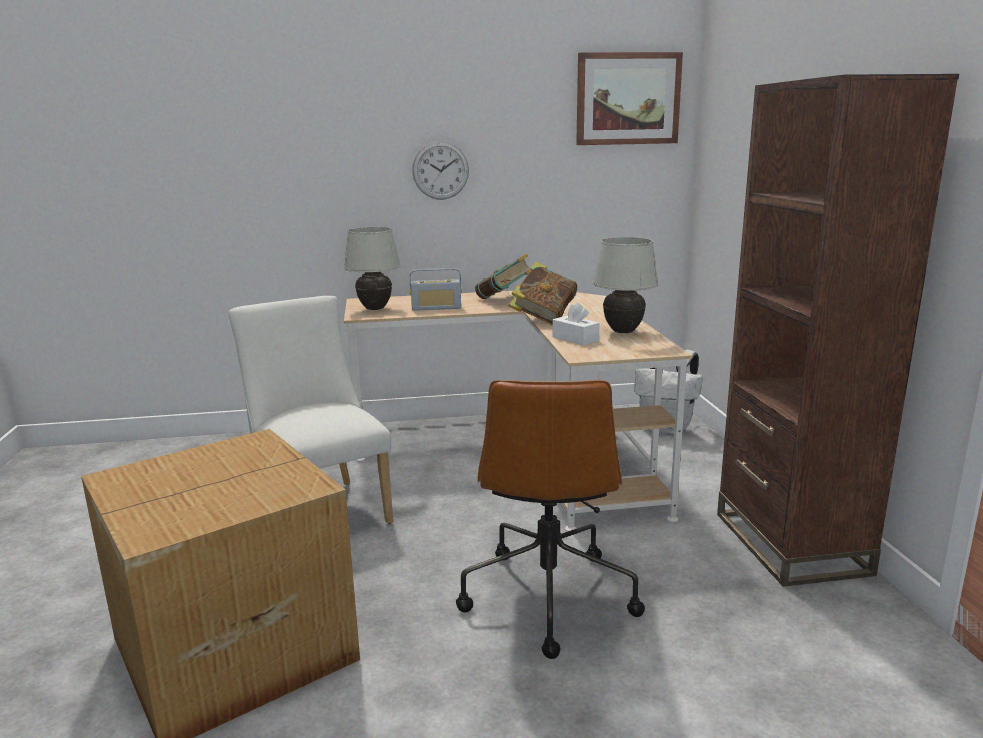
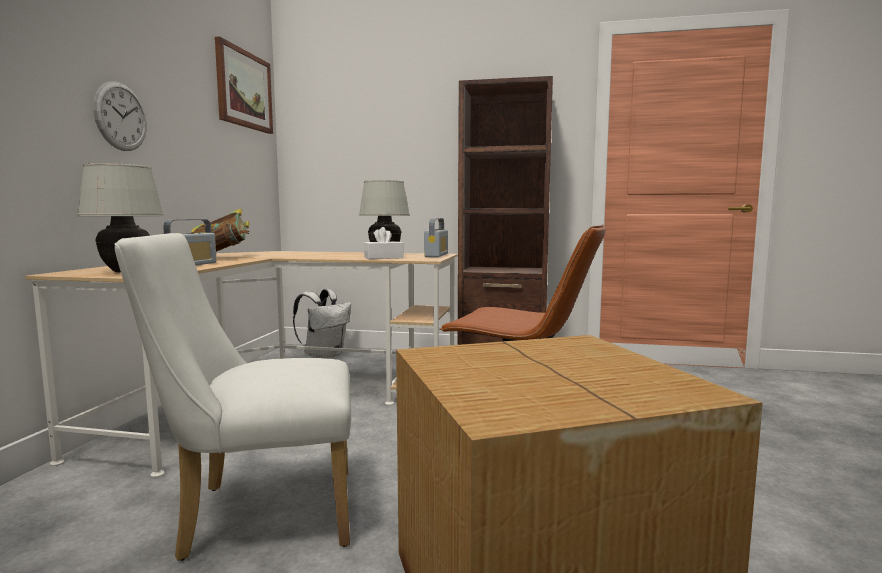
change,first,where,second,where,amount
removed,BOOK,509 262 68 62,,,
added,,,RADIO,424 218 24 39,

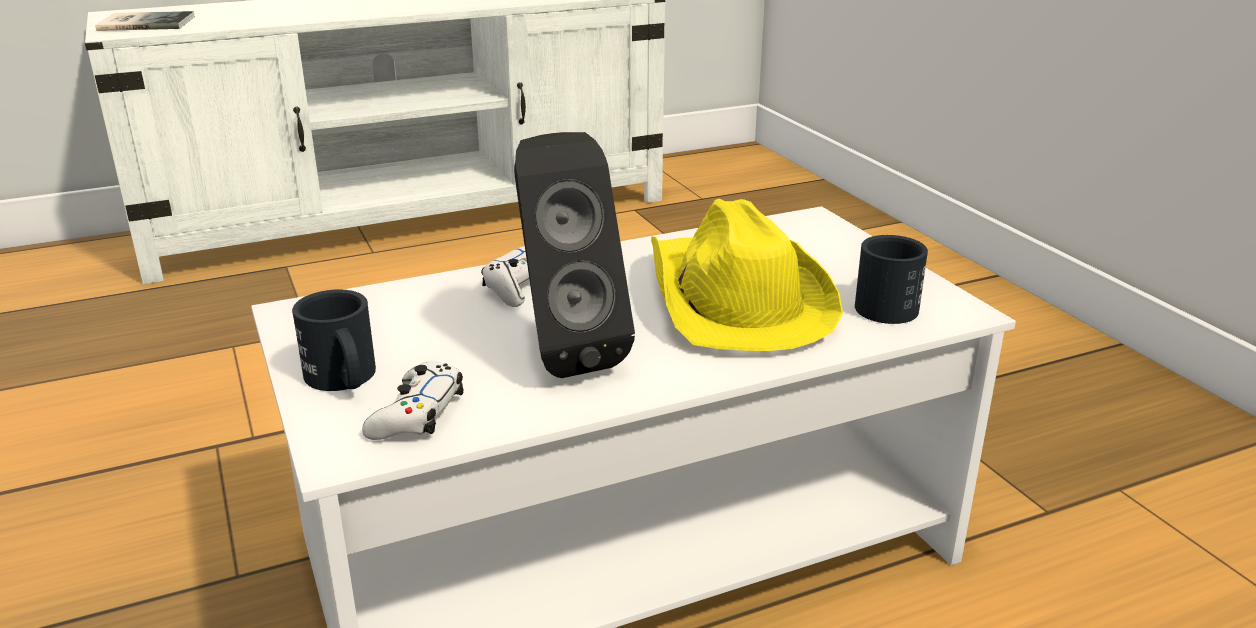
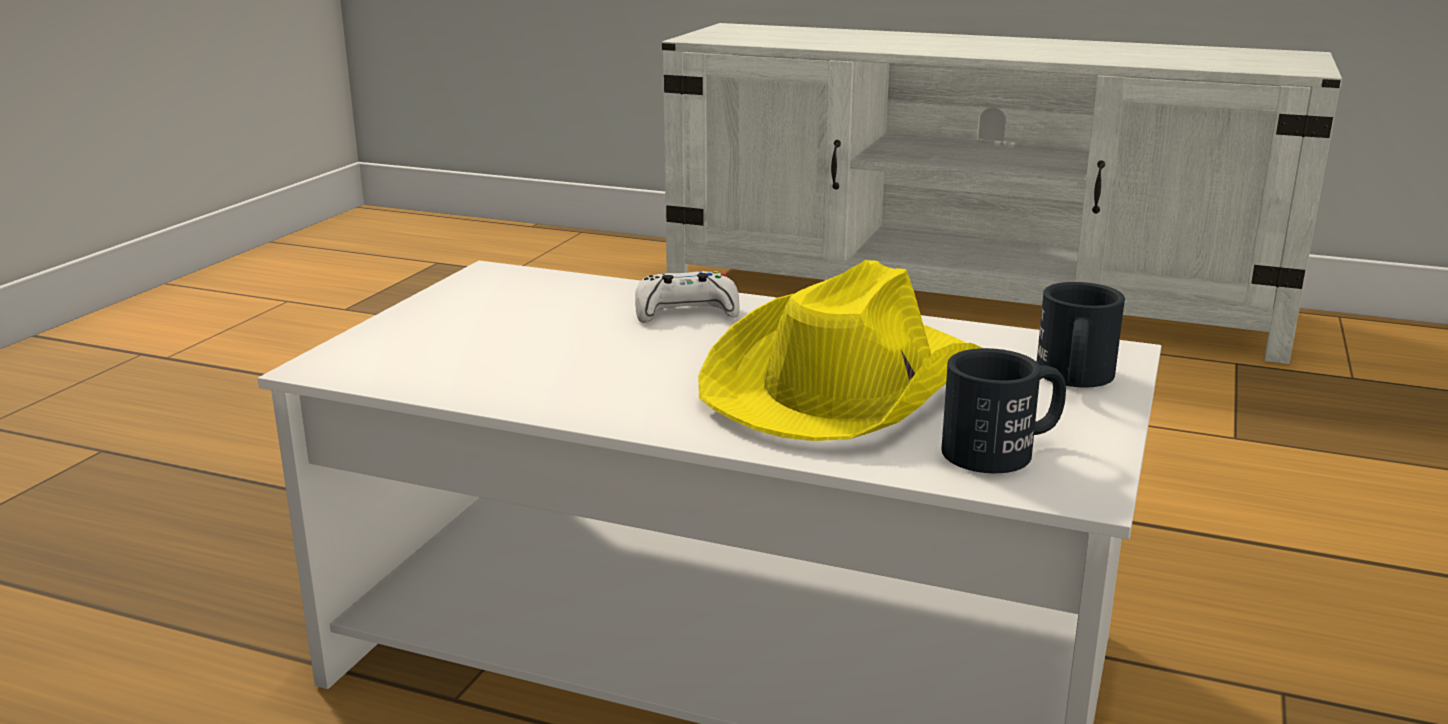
change,first,where,second,where,amount
removed,BOOK,95 11 100 20,,,
removed,BLACK SPEAKER,514 132 121 246,,,
moved,BLACK MUG,292 289 84 102,,1037 282 88 105,
removed,WHITE GAME CONTROLLER,362 361 102 79,,,

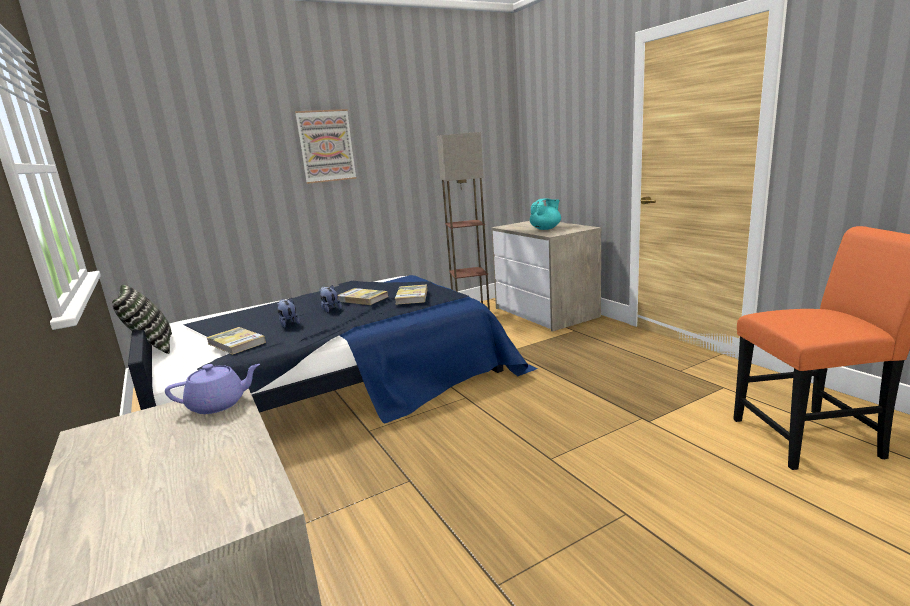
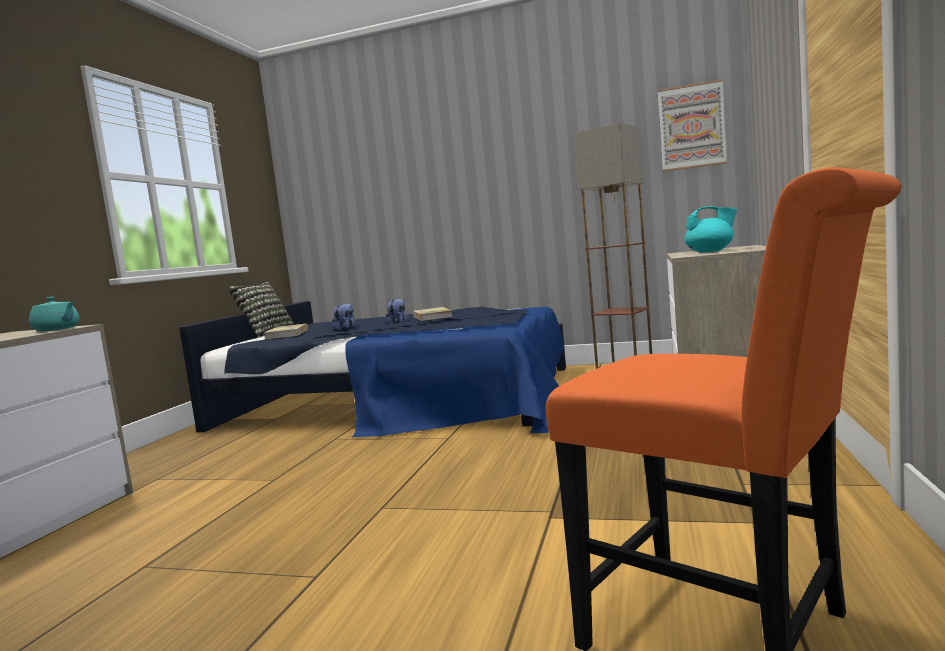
change,first,where,second,where,amount
moved,PICTURE,295 109 62 75,,658 79 69 93,
removed,BOOK,395 284 32 21,,,
recoloured,PURPLE TEAPOT,165 364 95 50,TURQUOISE TEAPOT,29 297 51 34,

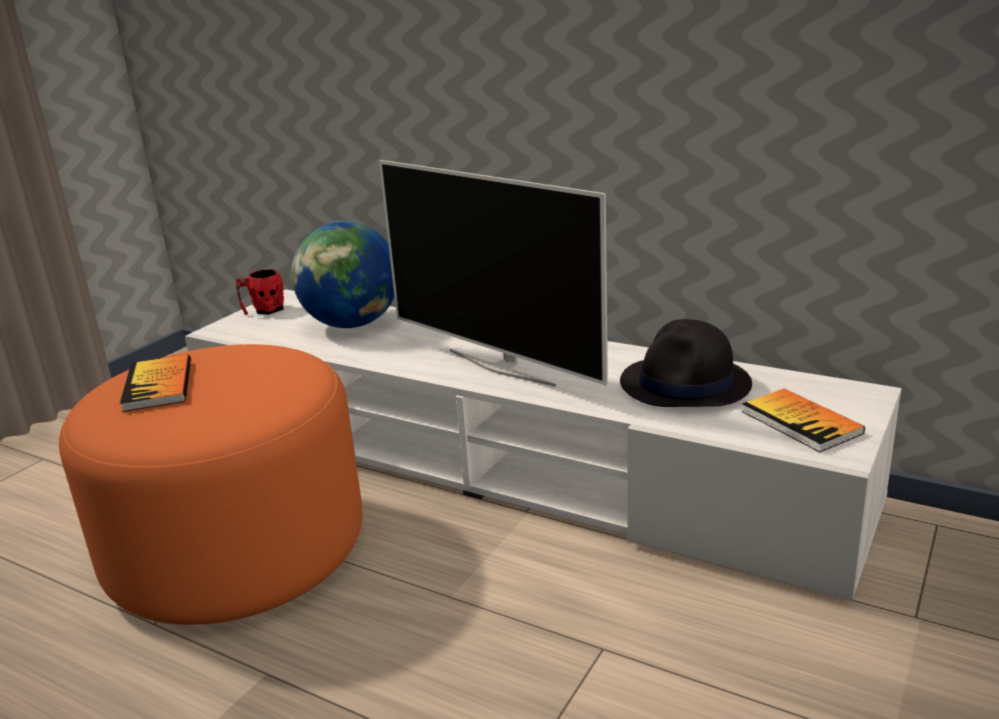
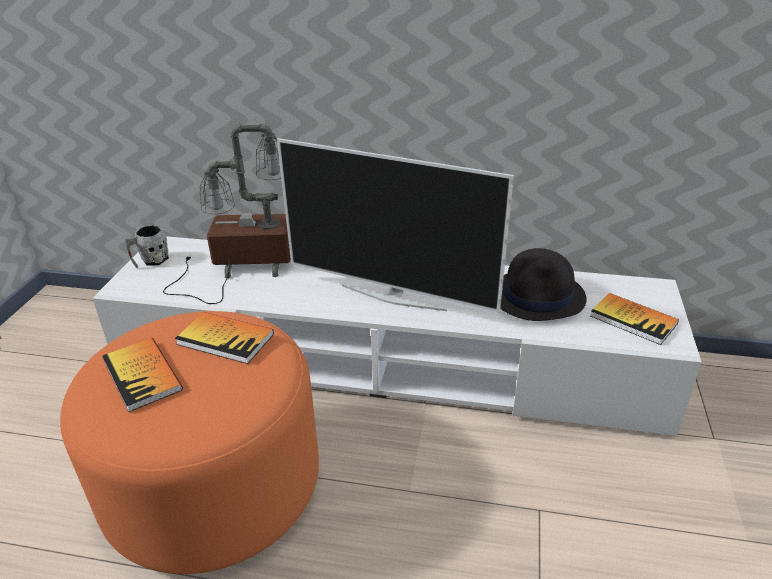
change,first,where,second,where,amount
replaced,GLOBE,291 221 104 107,TABLE LAMP,163 124 128 180,
recoloured,RED MUG,235 269 49 46,GREY MUG,125 225 44 43,
added,,,BOOK,175 312 99 52,

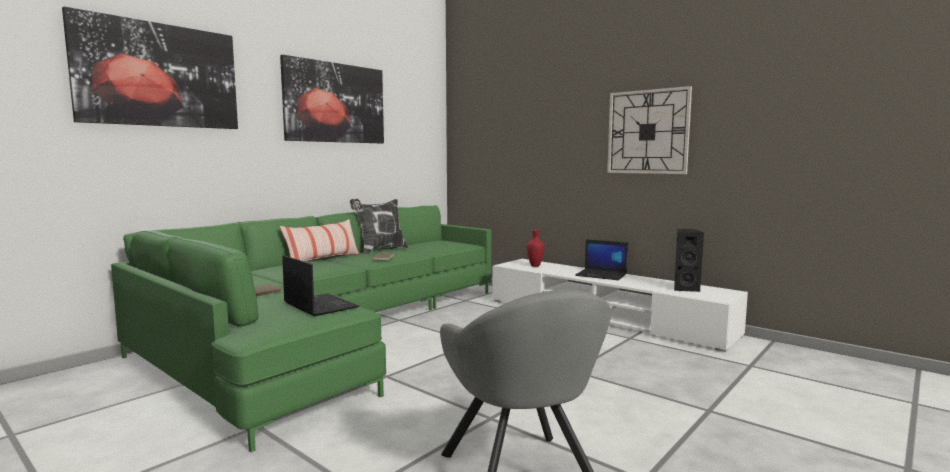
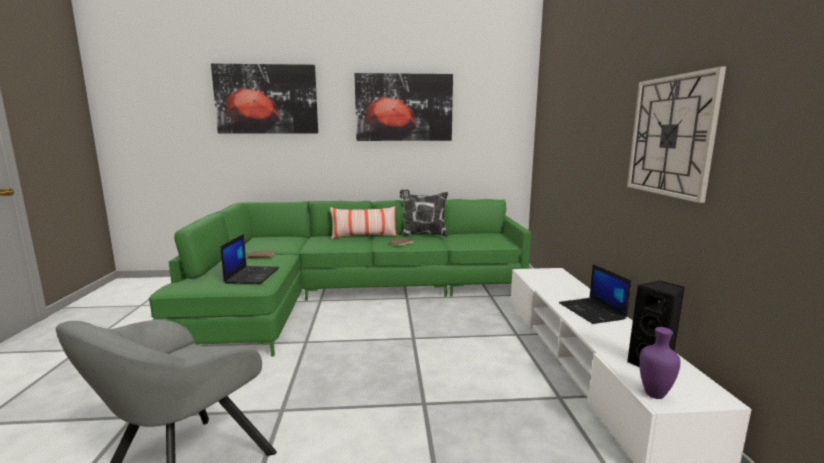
change,first,where,second,where,amount
removed,RED VASE,527 230 18 37,,,
added,,,PURPLE VASE,639 327 42 72,

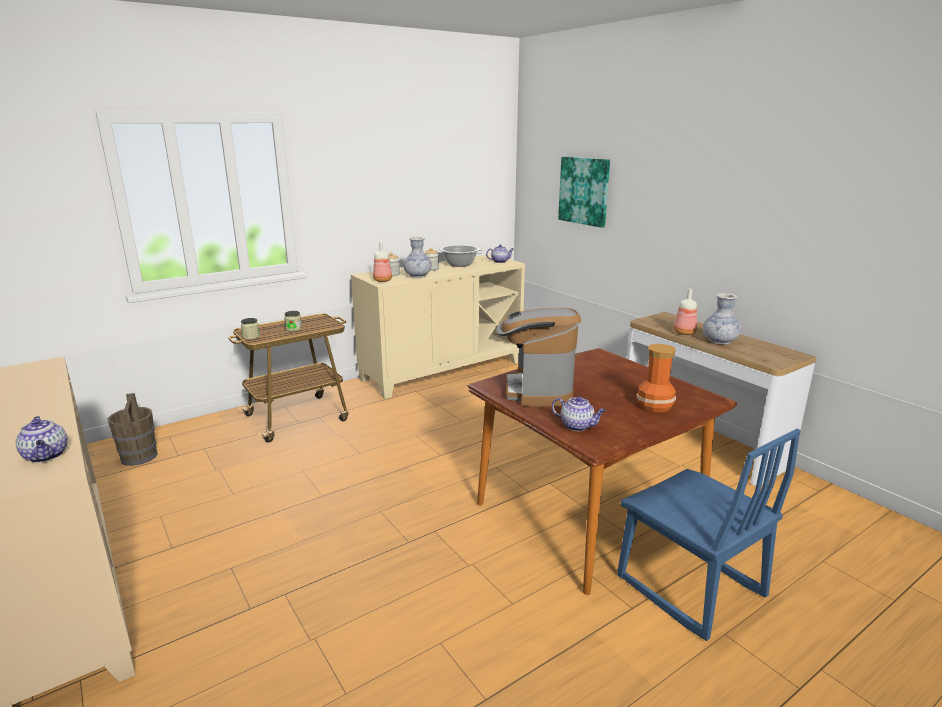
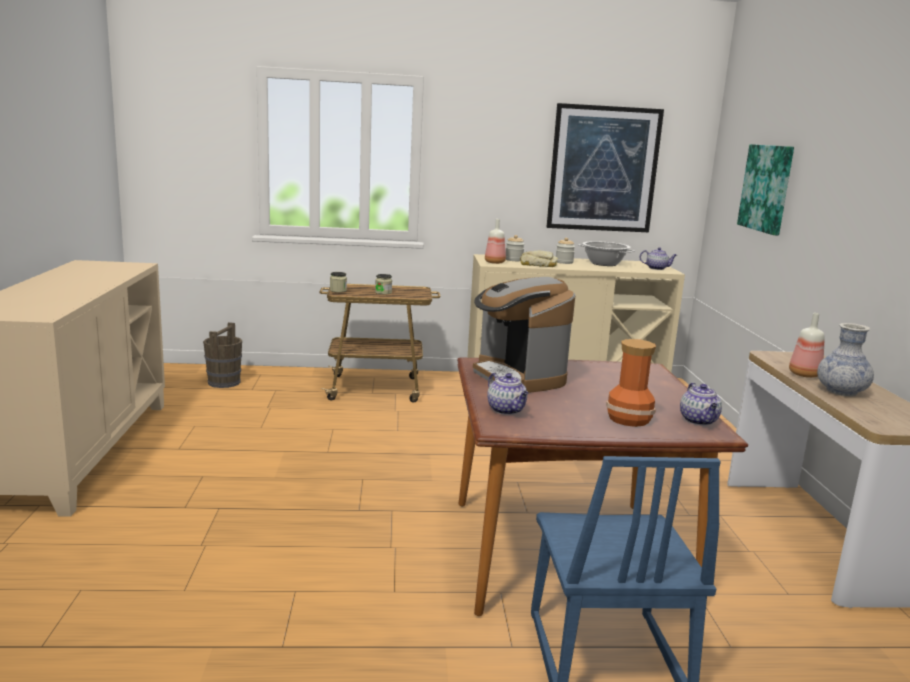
change,first,where,second,where,amount
replaced,VASE,404 237 28 41,BREAD,520 251 38 16,
turned,COFFEE MACHINE,496 308 85 99,,473 277 102 116,60 degrees counterclockwise
moved,TEAPOT,16 416 52 47,,680 383 42 42,
added,,,PICTURE,547 103 117 129,

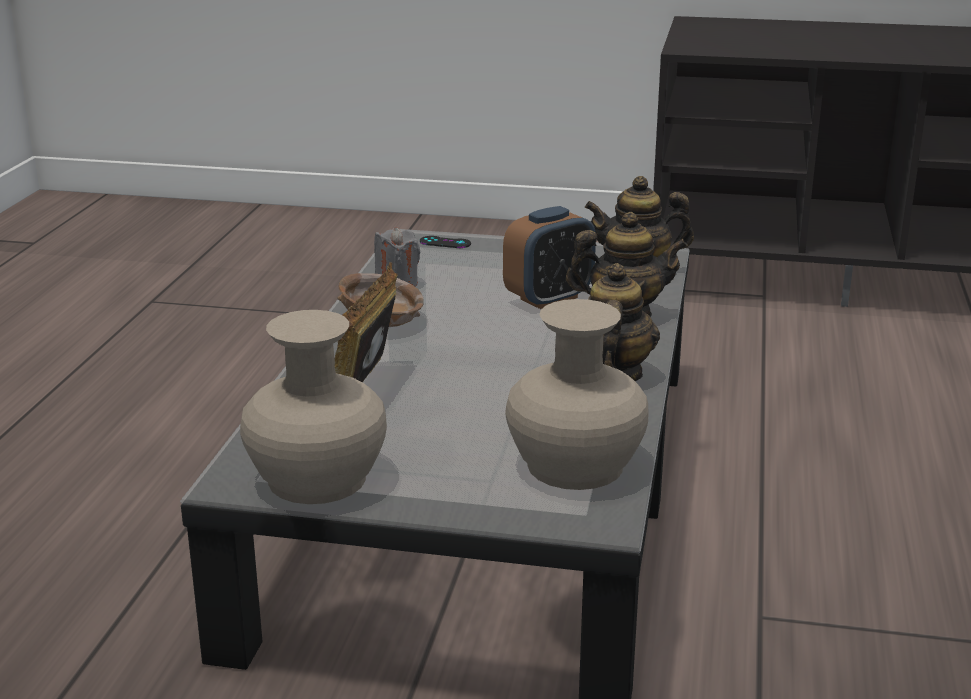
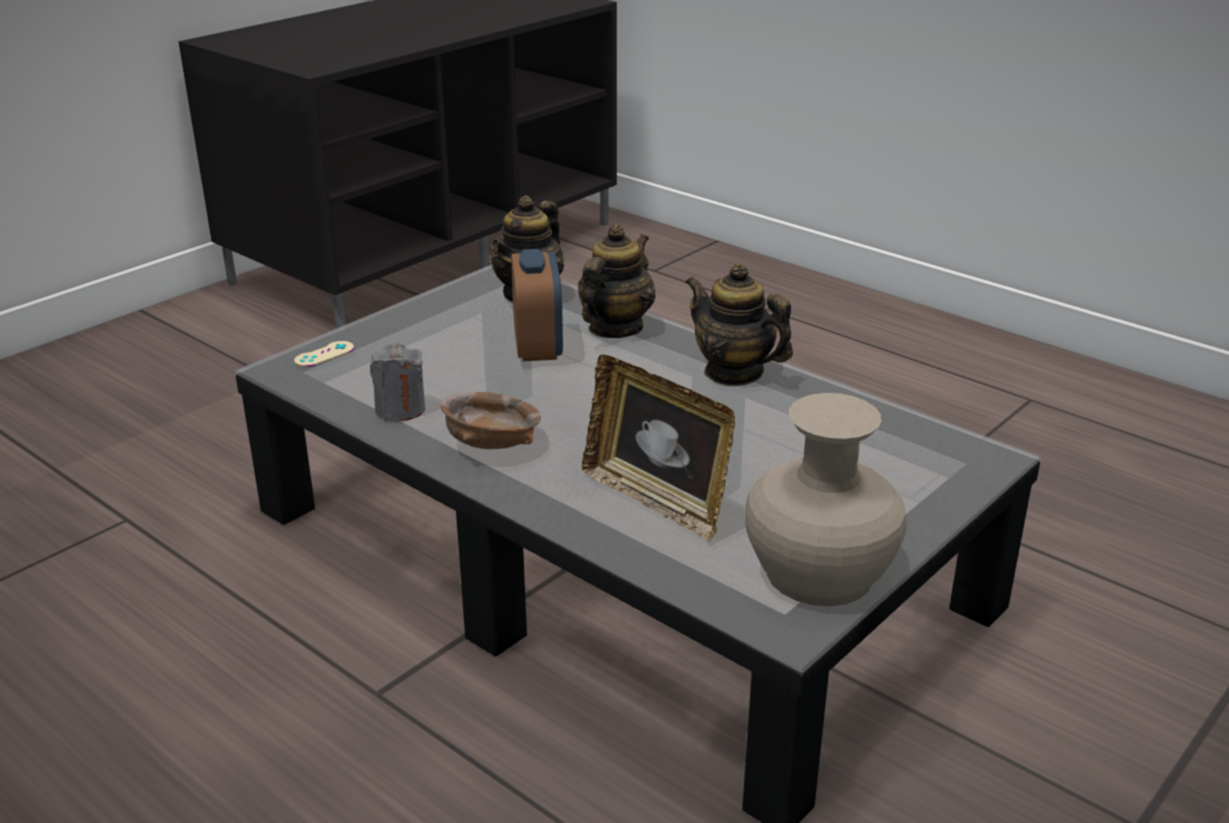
change,first,where,second,where,amount
recoloured,BLACK GAME CONTROLLER,420 236 51 12,BEIGE GAME CONTROLLER,294 341 60 26,
removed,BEIGE VASE,505 299 144 191,,,

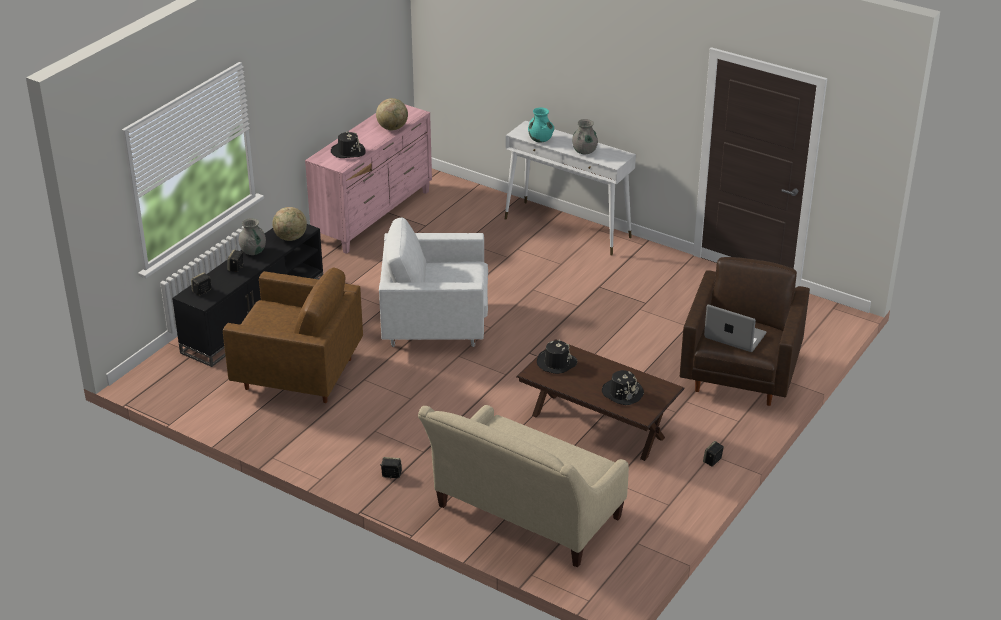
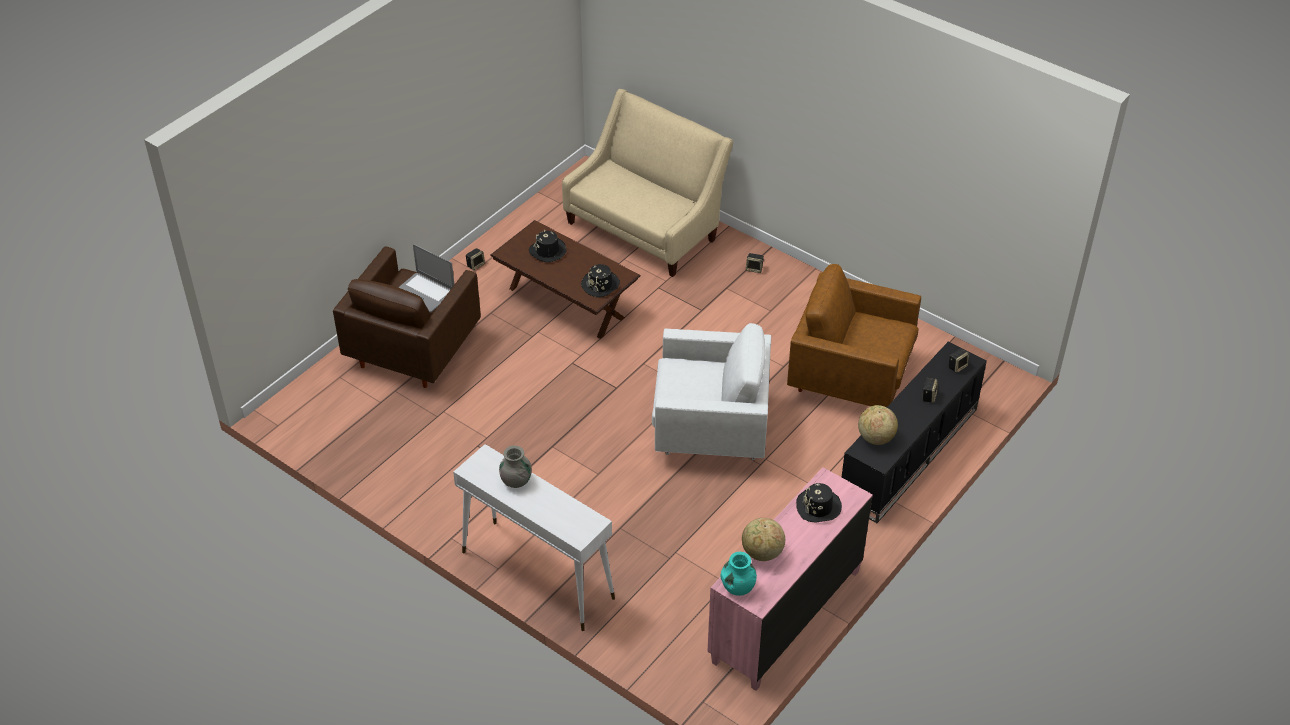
change,first,where,second,where,amount
moved,TURQUOISE VASE,528 108 26 35,,720 552 37 44,
removed,GREY VASE,239 218 27 37,,,

